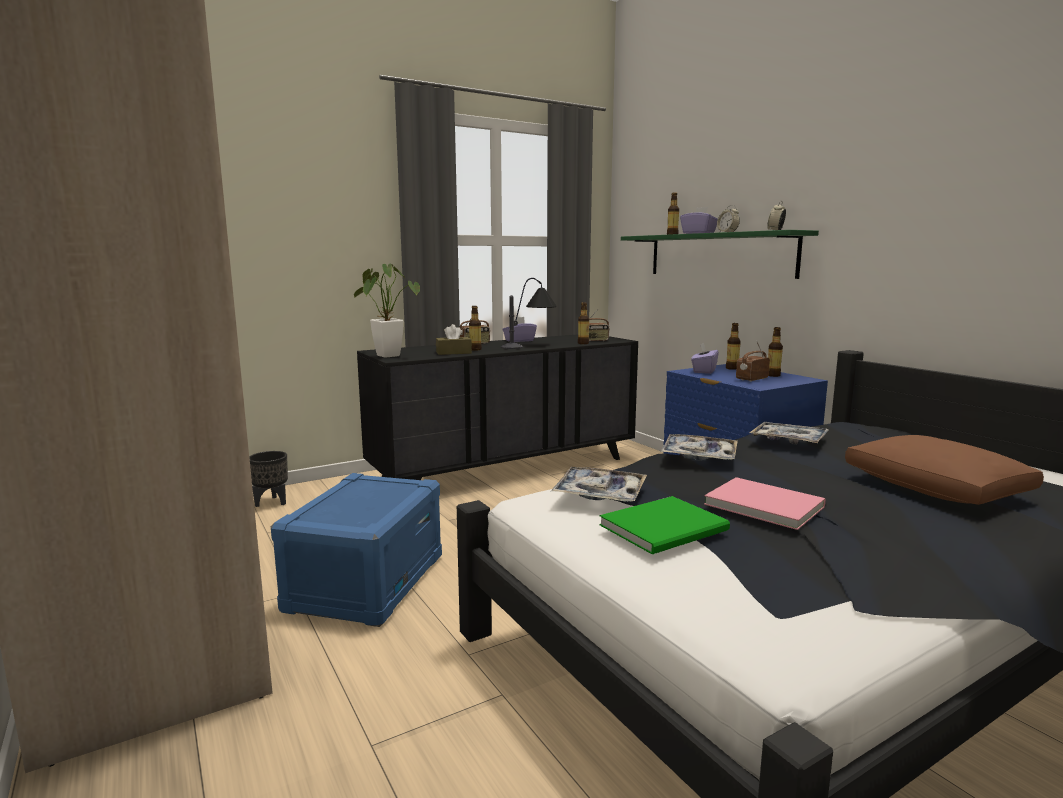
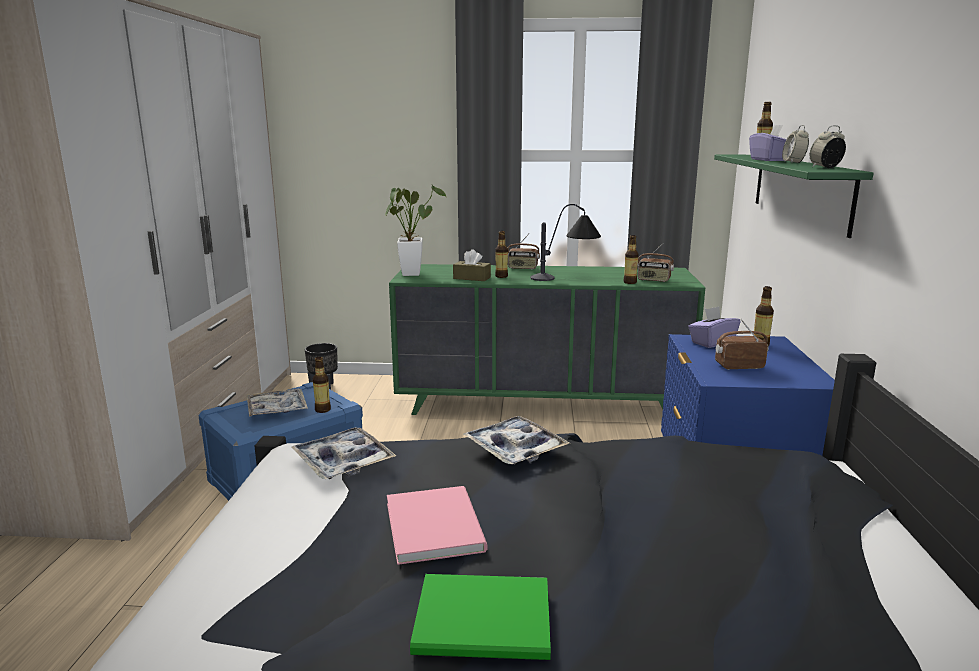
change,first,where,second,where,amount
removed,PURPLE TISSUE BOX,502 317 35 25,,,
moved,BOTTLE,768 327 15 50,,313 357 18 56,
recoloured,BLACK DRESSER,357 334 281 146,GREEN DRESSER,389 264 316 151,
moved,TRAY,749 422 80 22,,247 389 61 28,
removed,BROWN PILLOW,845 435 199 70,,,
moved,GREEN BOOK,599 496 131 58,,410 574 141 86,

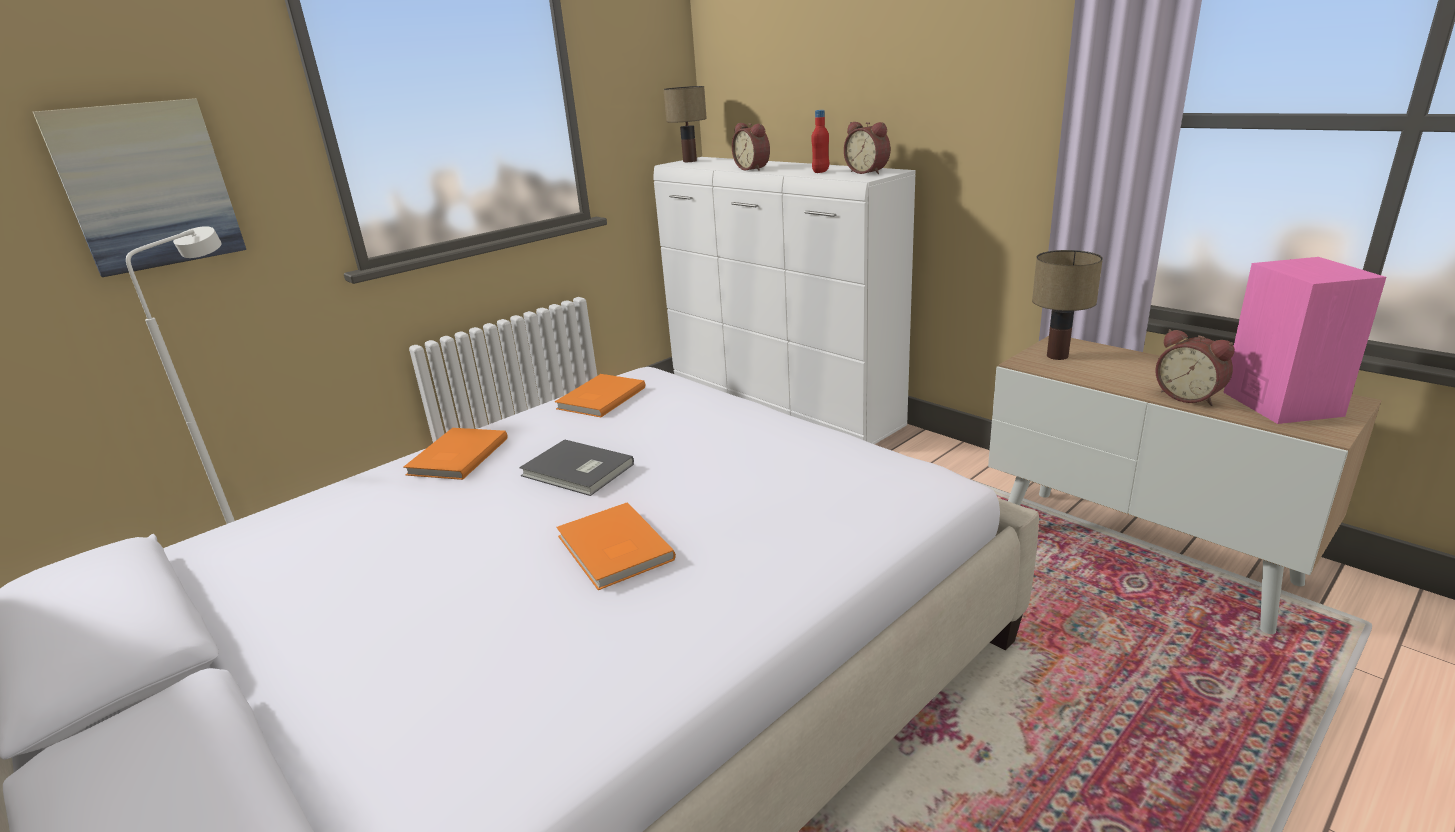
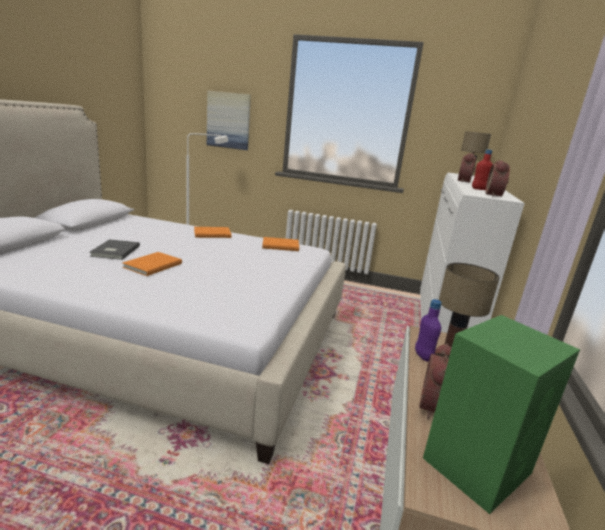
change,first,where,second,where,amount
recoloured,PINK SPEAKER,1223 257 163 167,GREEN SPEAKER,423 315 157 199,
moved,GREY BOOK,519 439 115 57,,89 239 51 21,
added,,,PURPLE BOTTLE,415 299 27 63,

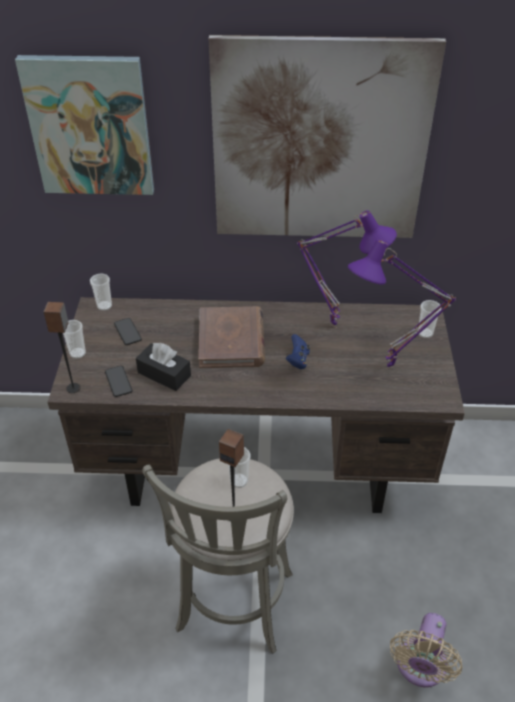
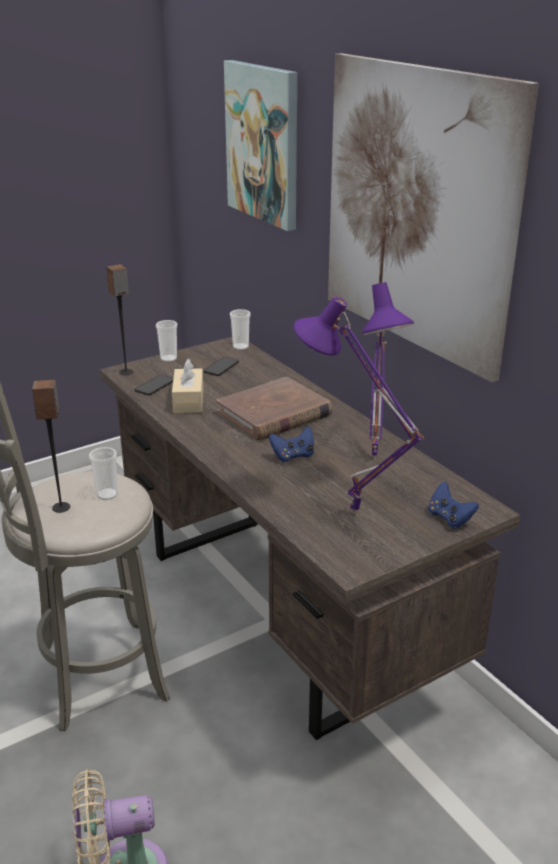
change,first,where,second,where,amount
replaced,CUP,418 300 23 38,BLUE GAME CONTROLLER,428 482 51 47,
recoloured,BLACK TISSUE BOX,136 343 55 48,BEIGE TISSUE BOX,172 359 31 54,

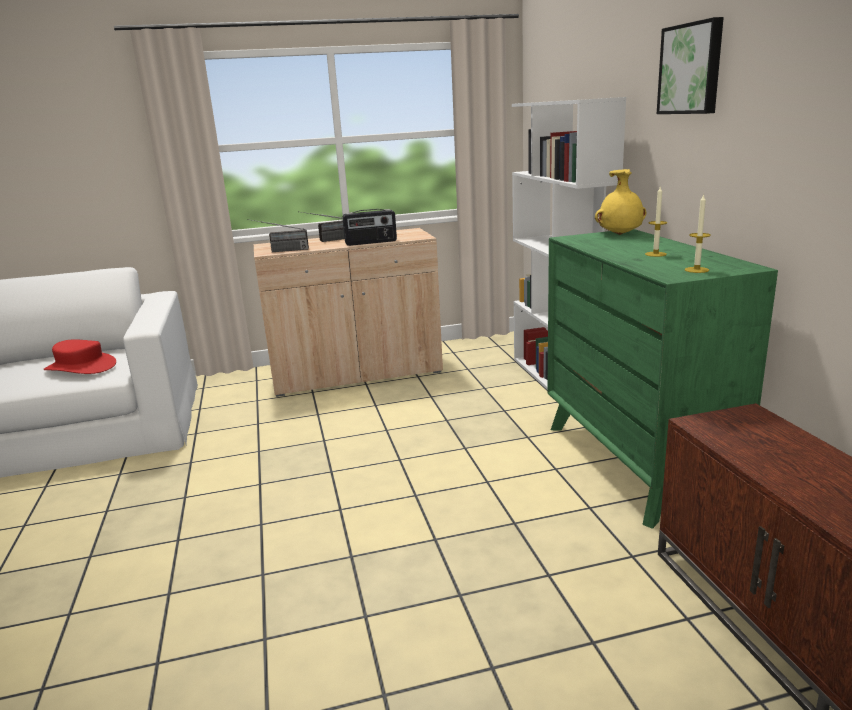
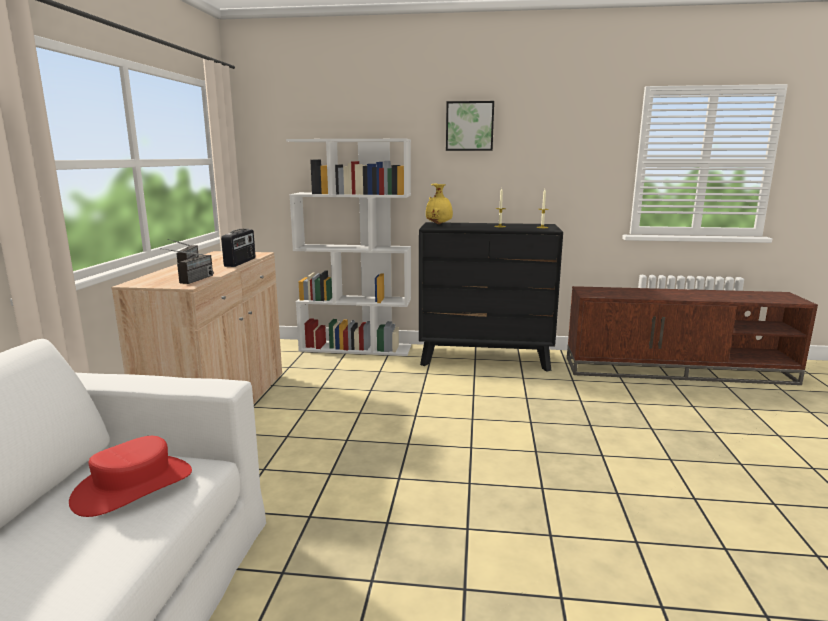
change,first,where,second,where,amount
recoloured,GREEN DRESSER,547 229 231 300,BLACK DRESSER,419 222 144 149,

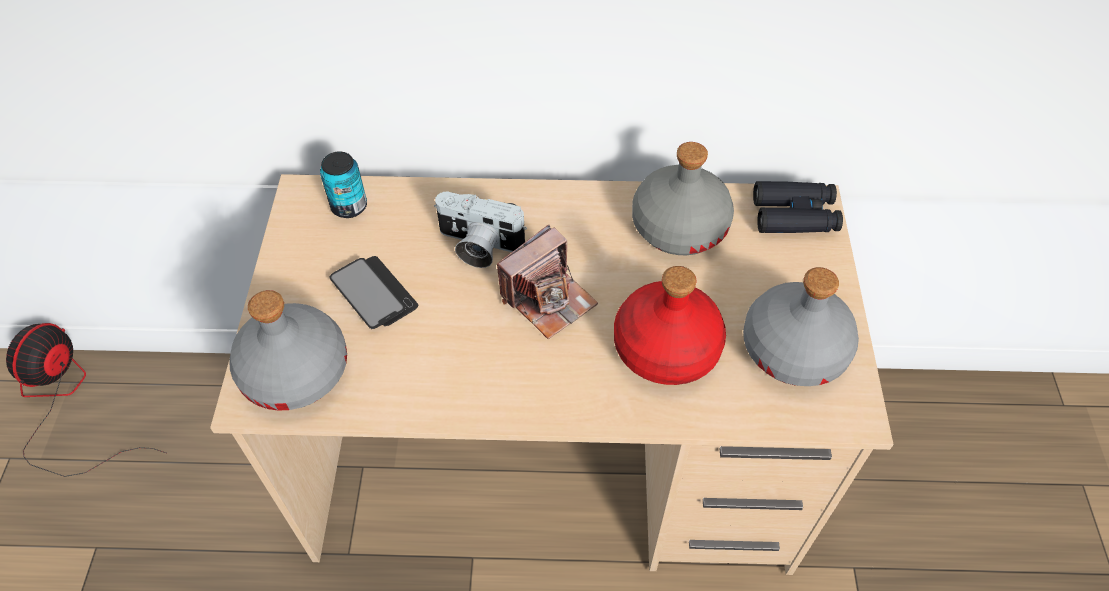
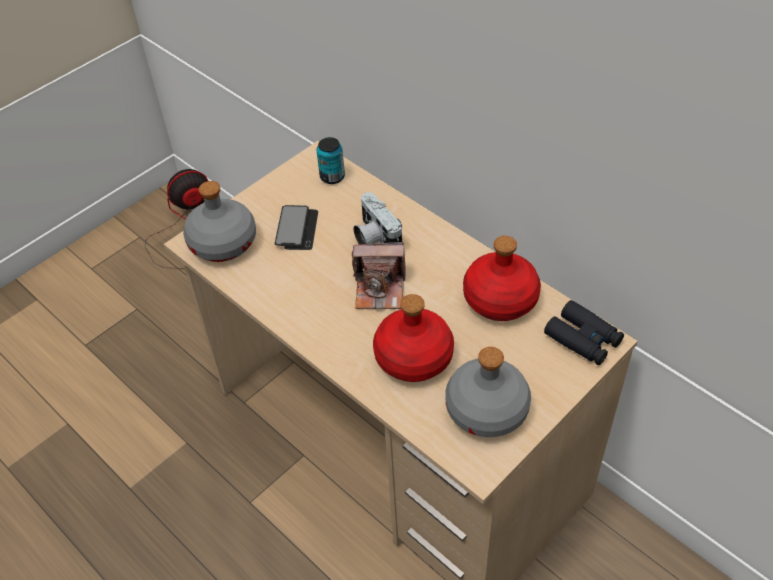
change,first,where,second,where,amount
recoloured,GREY BOTTLE,632 142 102 113,RED BOTTLE,463 236 78 85,

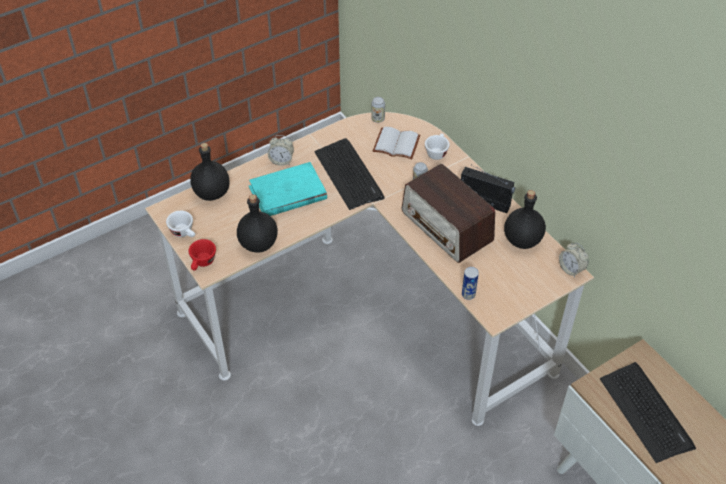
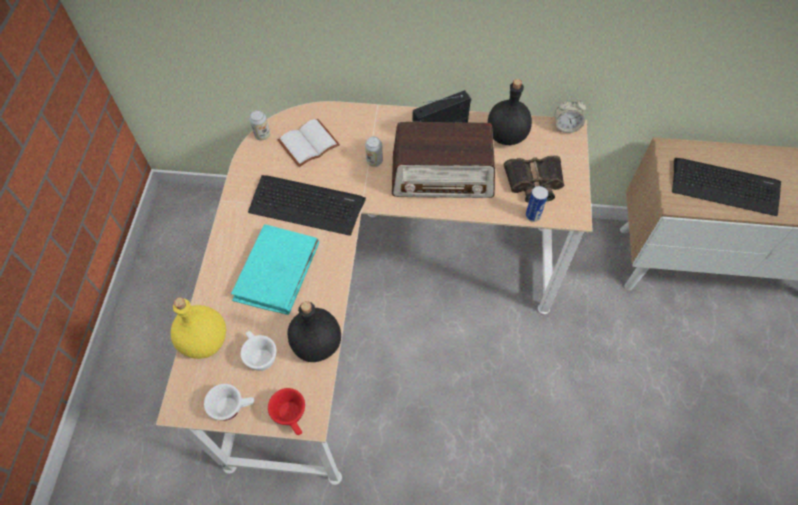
change,first,where,second,where,amount
moved,WHITE CUP,425 133 25 27,,241 331 35 40,
removed,ALARM CLOCK,268 135 26 31,,,
recoloured,BLACK BOTTLE,190 143 40 58,YELLOW BOTTLE,171 297 55 62,
added,,,BINOCULARS,504 155 60 48,

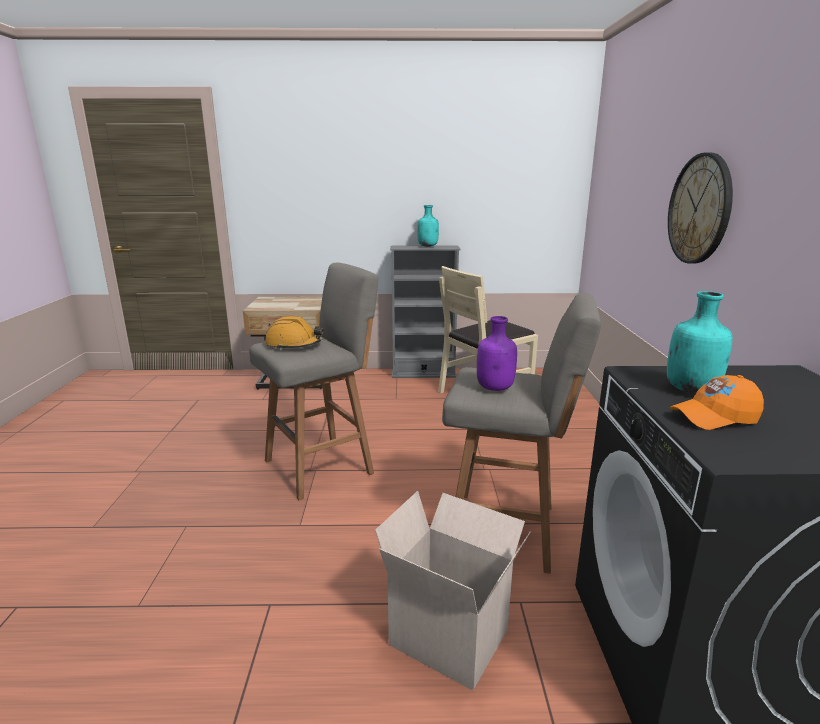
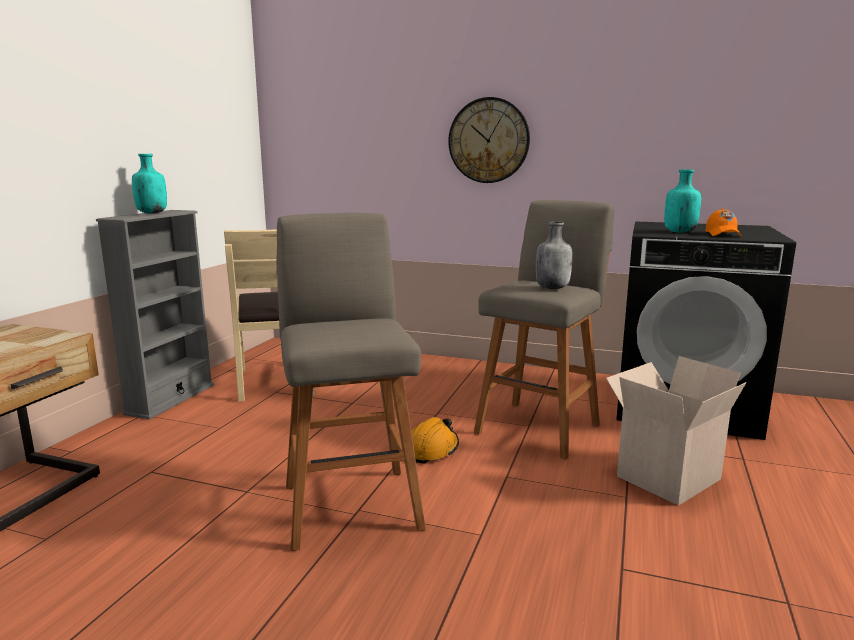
change,first,where,second,where,amount
moved,ORANGE HARD HAT,265 316 59 34,,411 417 48 47,
recoloured,PURPLE BOTTLE,477 316 40 75,GREY BOTTLE,536 221 36 68,

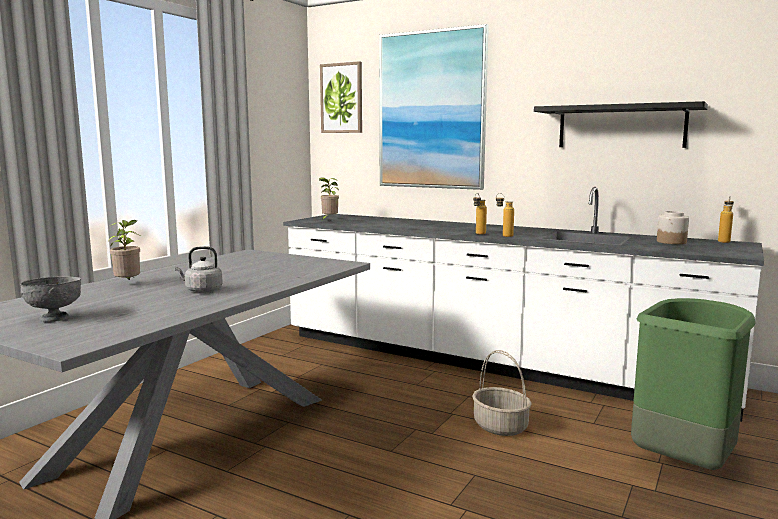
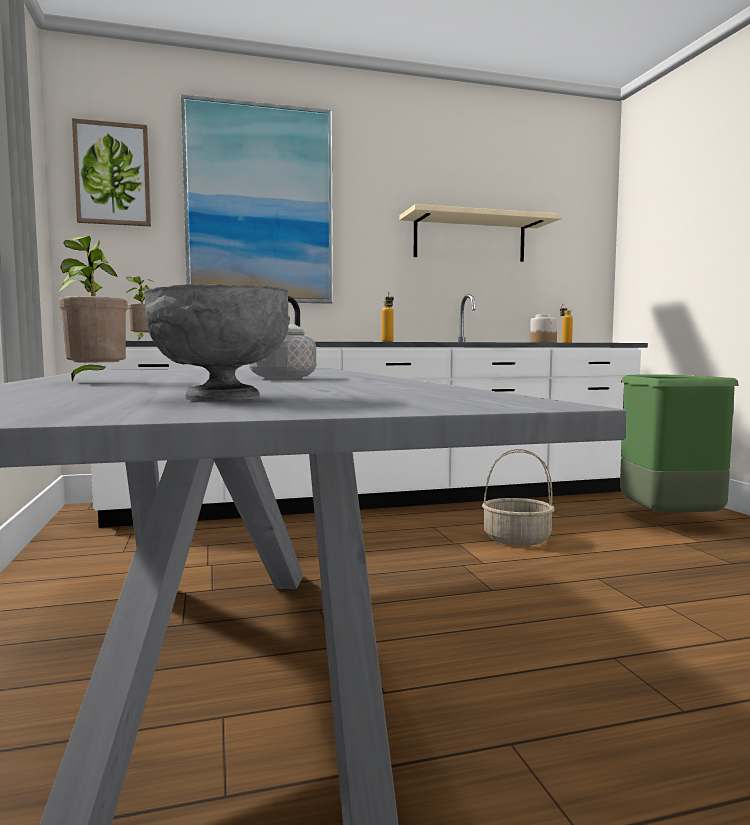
change,first,where,second,where,amount
recoloured,BLACK SHELF,534 101 174 47,BEIGE SHELF,399 204 163 58,
removed,BOTTLE,496 193 18 44,,,

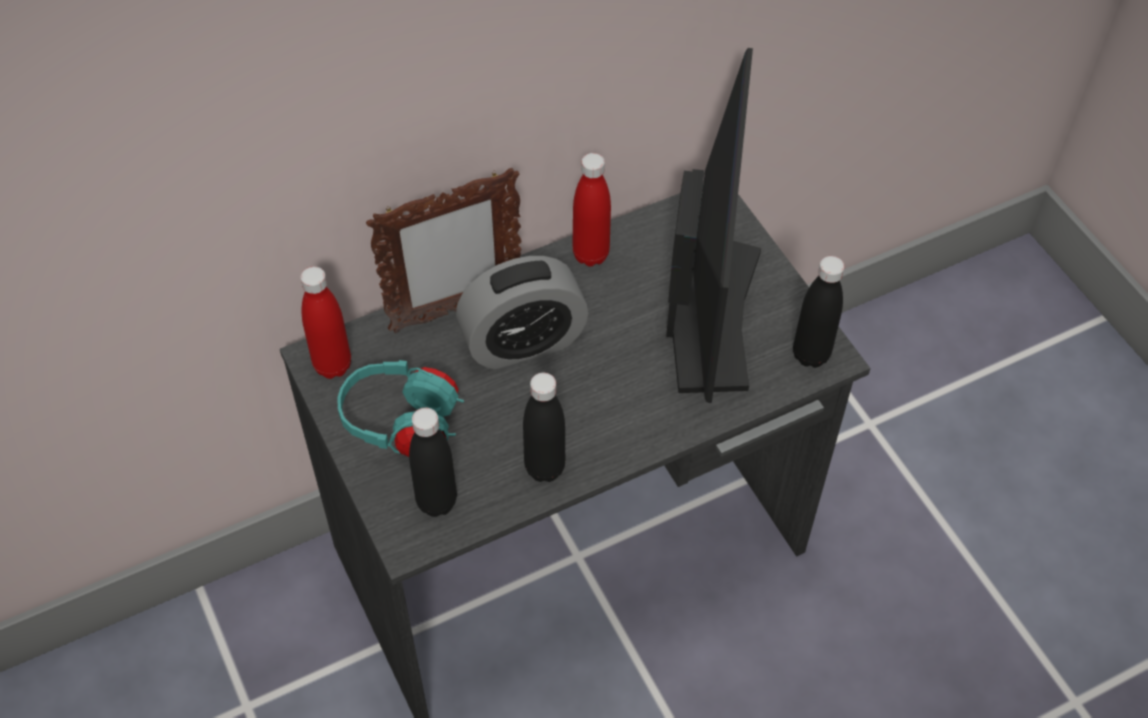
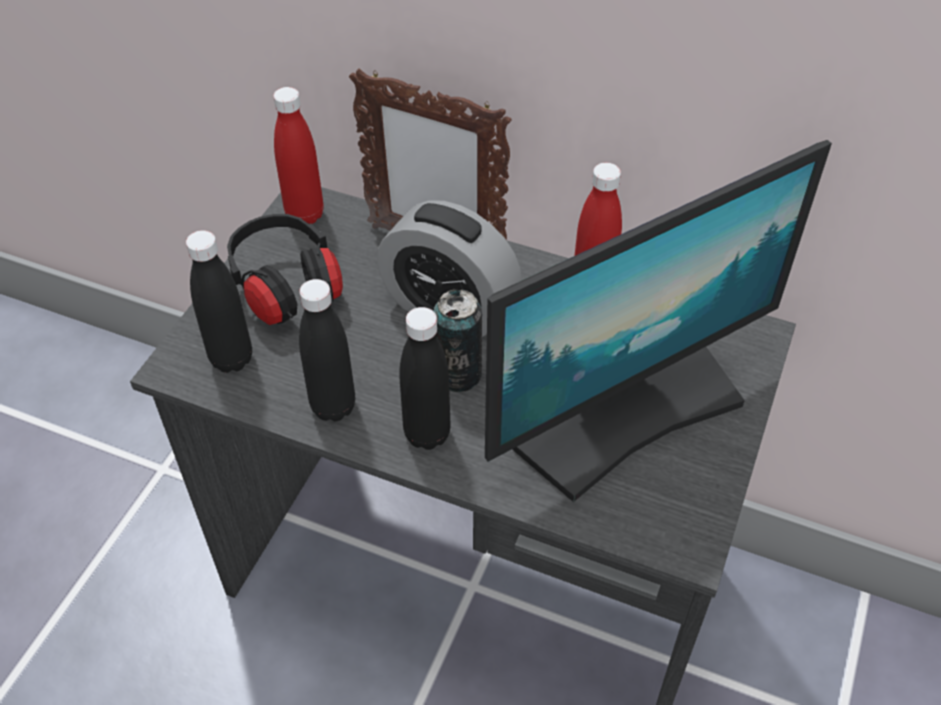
change,first,where,second,where,amount
moved,BLACK BOTTLE,793 256 52 112,,399 307 52 143,
recoloured,TURQUOISE HEADPHONES,338 360 126 97,BLACK HEADPHONES,227 214 116 111,
added,,,CAN,433 289 49 103,

